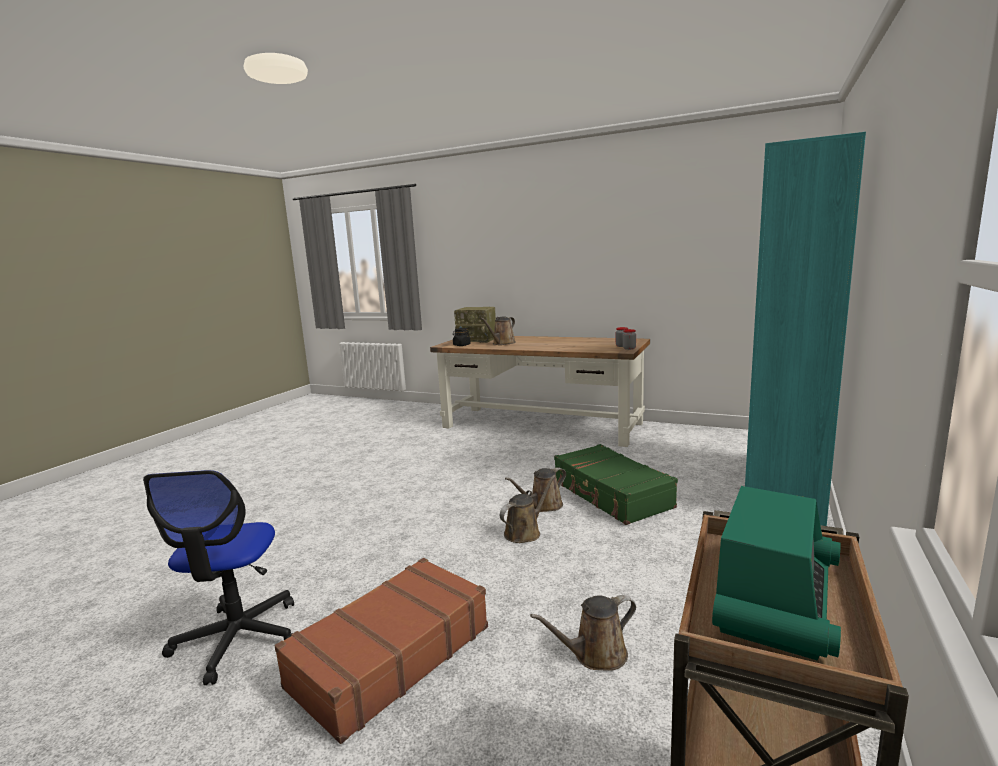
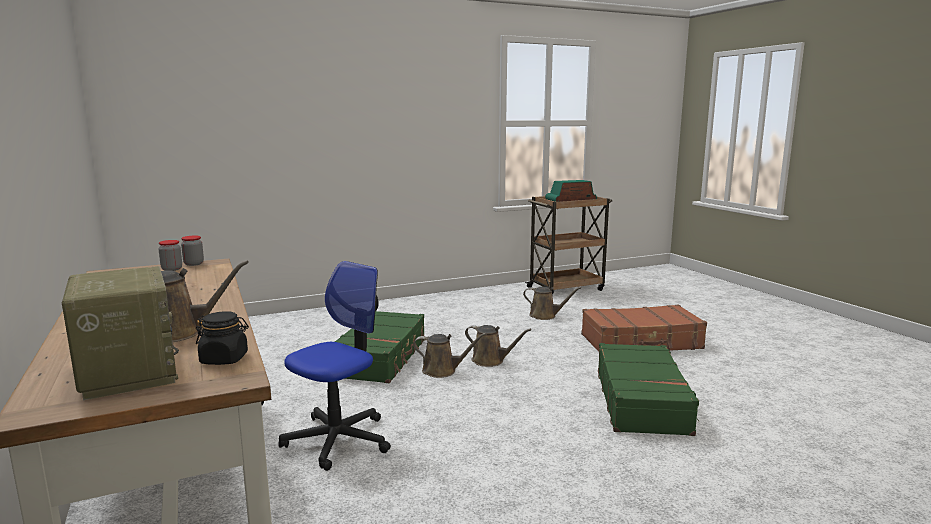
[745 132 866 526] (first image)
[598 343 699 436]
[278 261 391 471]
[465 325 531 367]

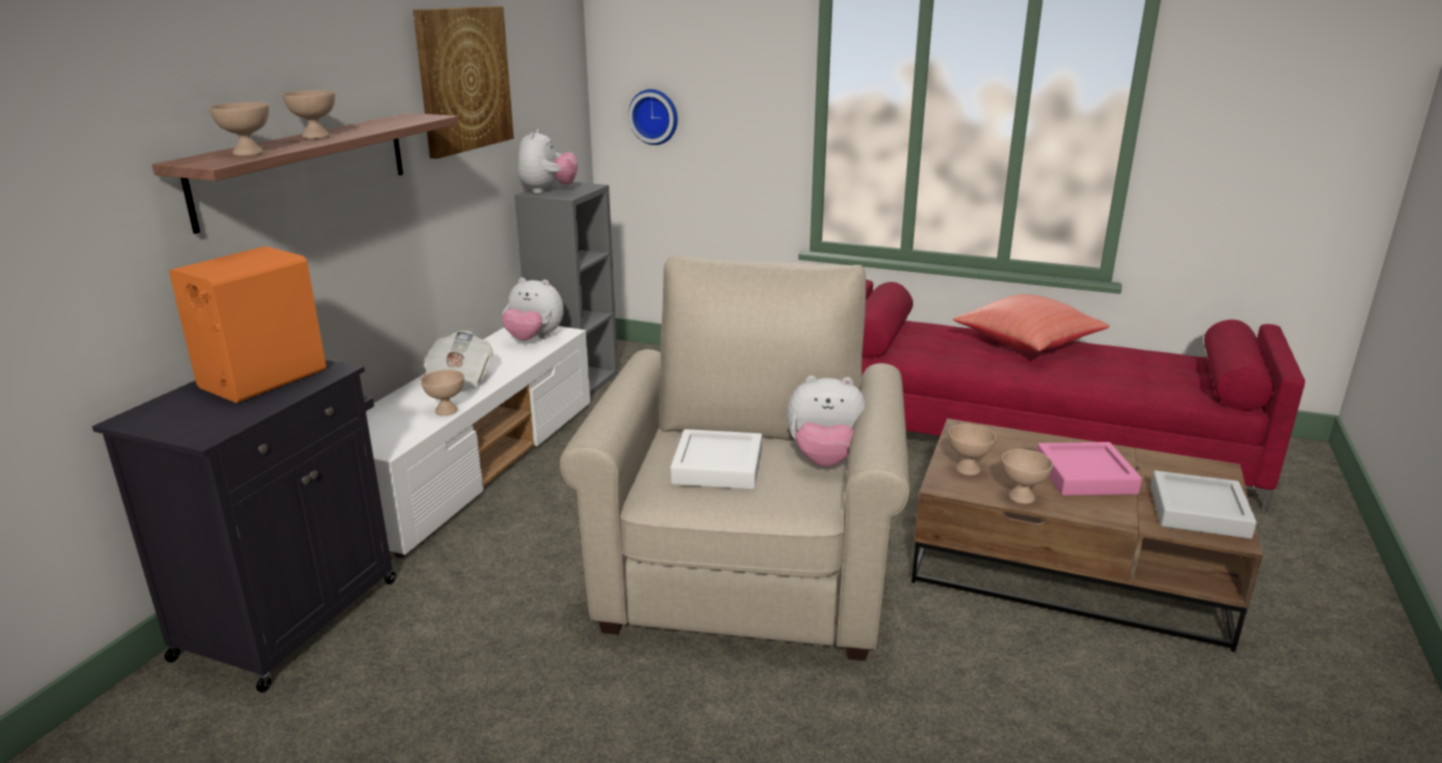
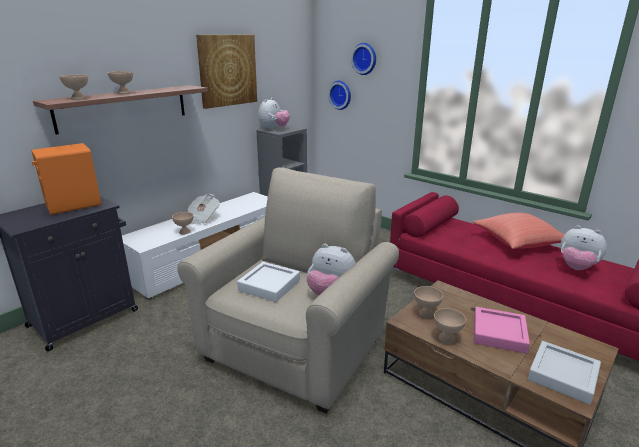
[351 43 376 75]
[560 225 607 270]

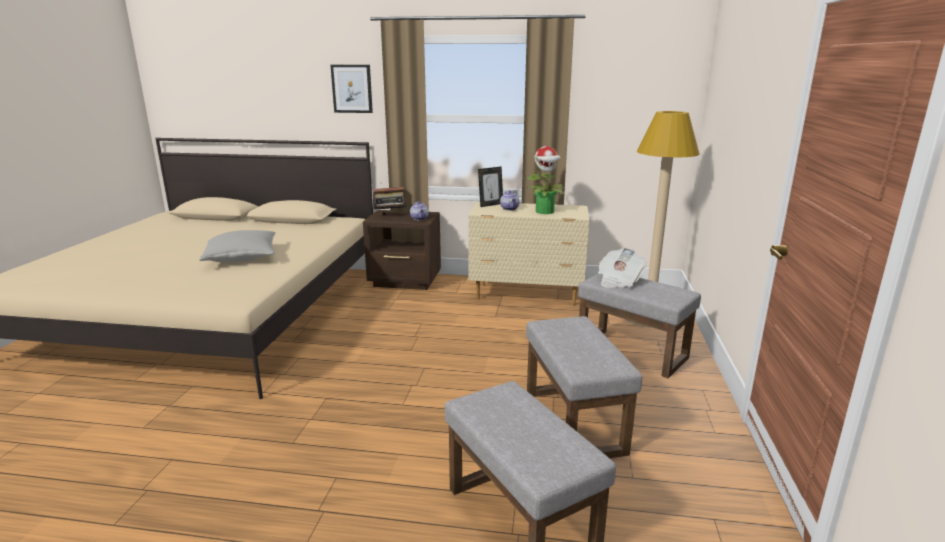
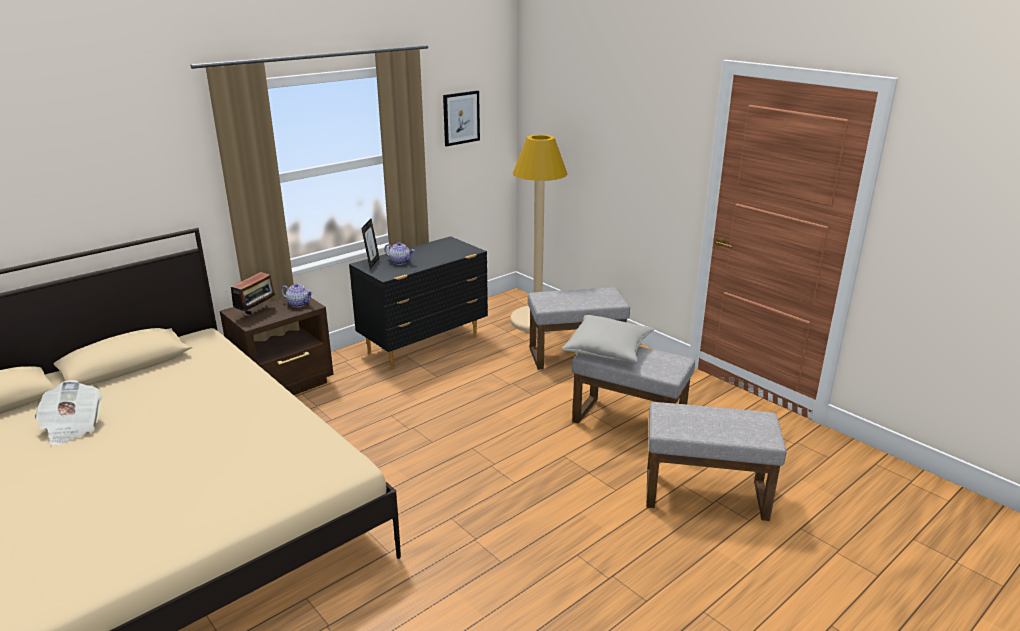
[527 146 565 214] (first image)
[561 315 654 362]
[443 90 480 146]
[35 380 102 446]
[349 236 488 369]

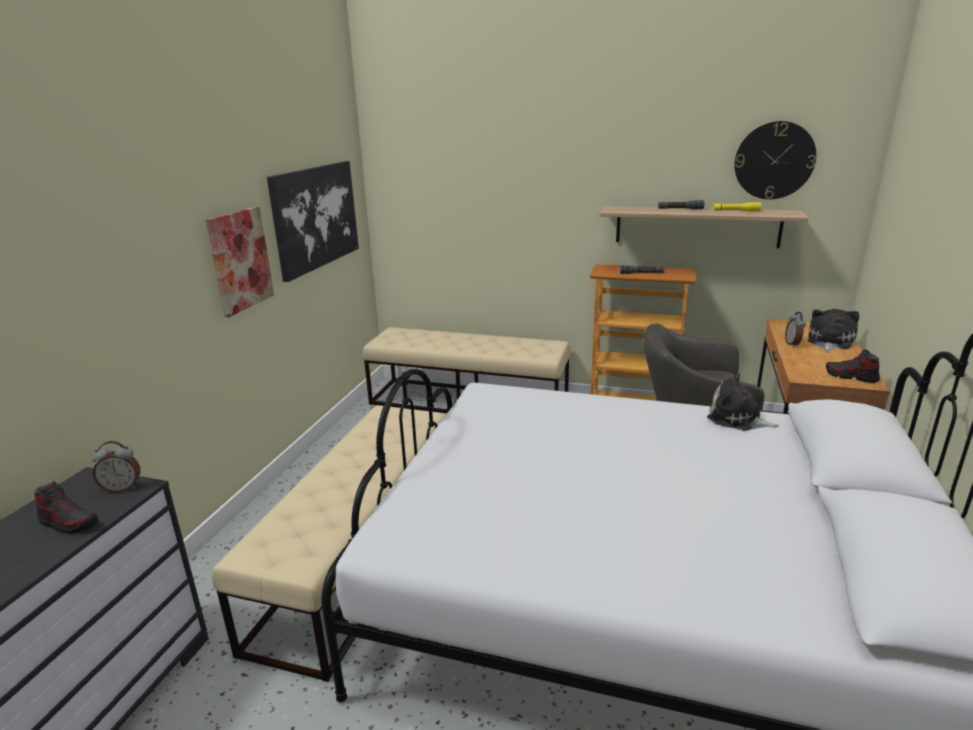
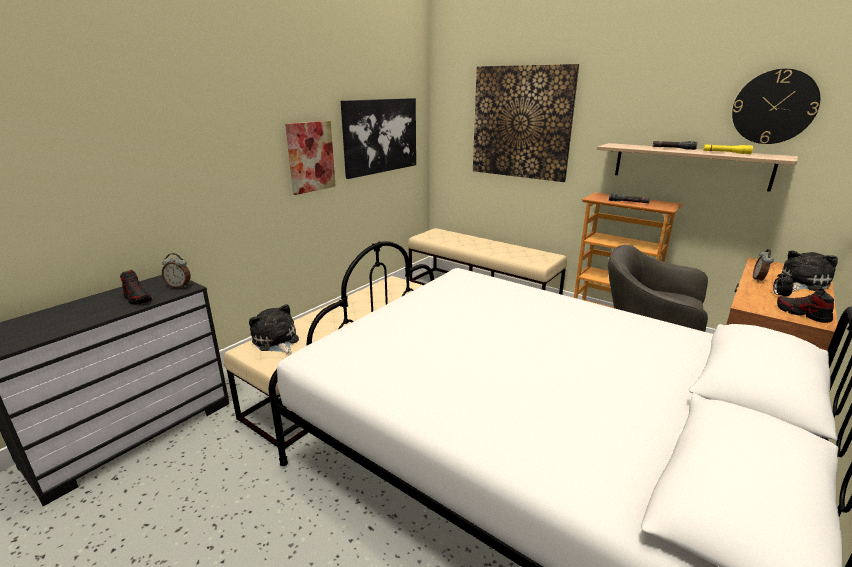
[473 64 579 182]
[773 271 793 297]
[249 304 299 354]

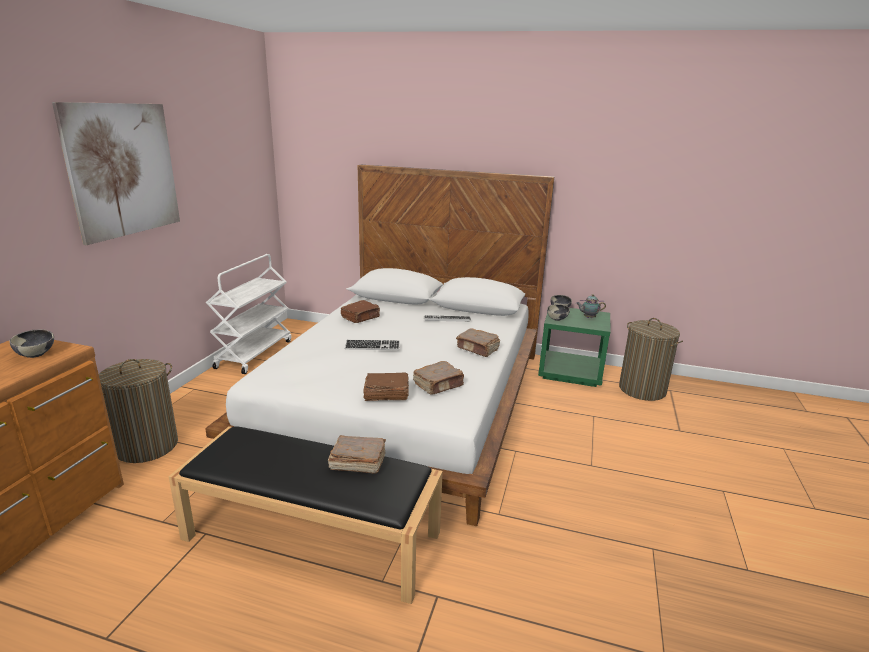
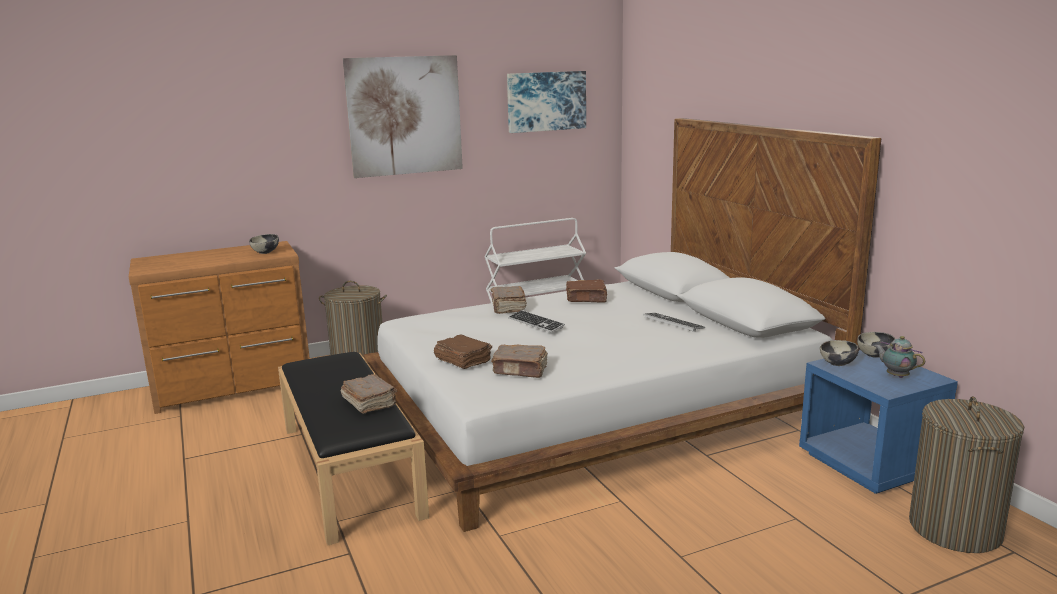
[507 71 586 133]
[491 286 527 314]
[799 350 958 494]

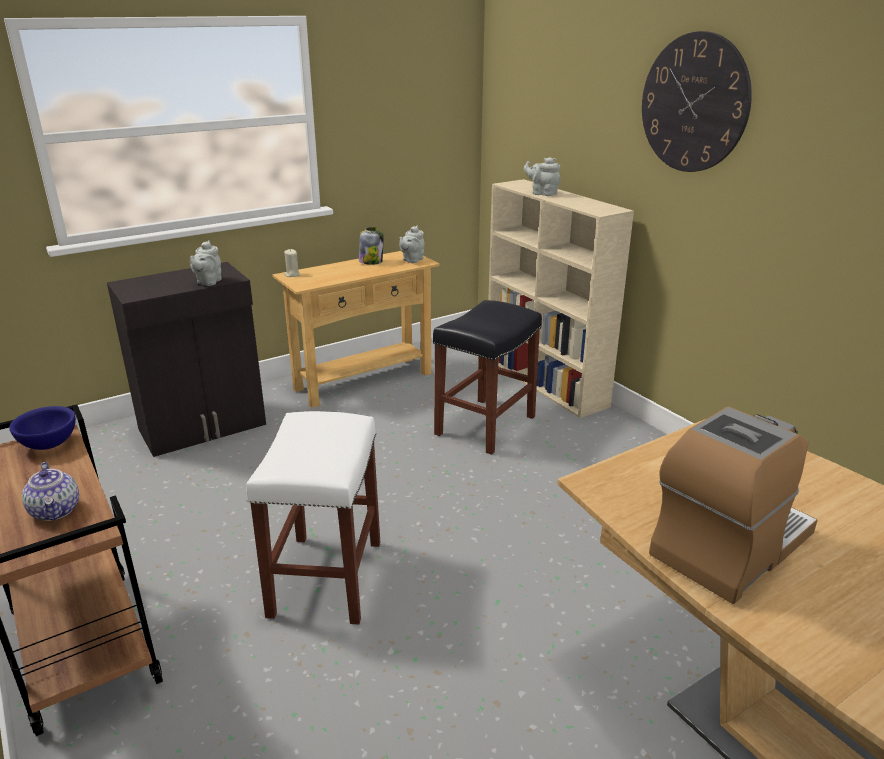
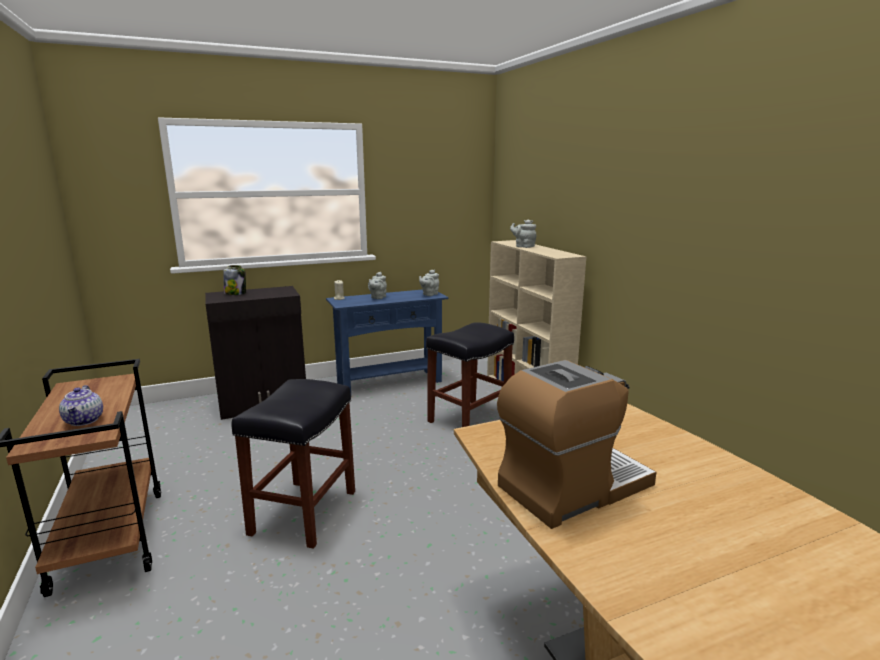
[9 406 76 450] (first image)
[642 31 752 172] (first image)
[368 272 387 299]
[223 265 246 295]
[232 379 355 549]
[326 289 448 392]

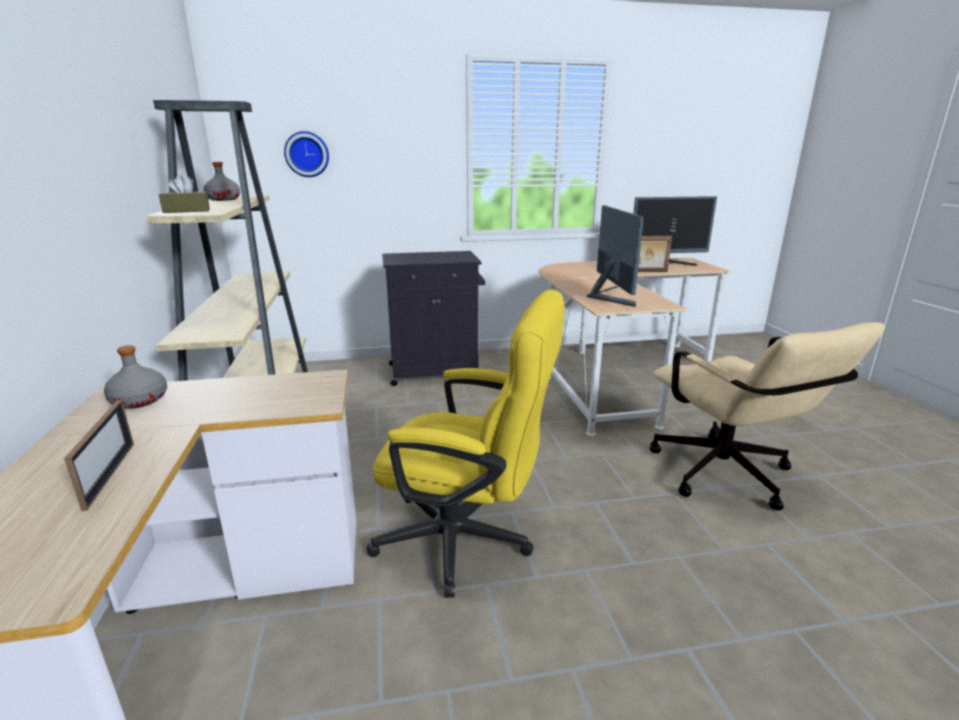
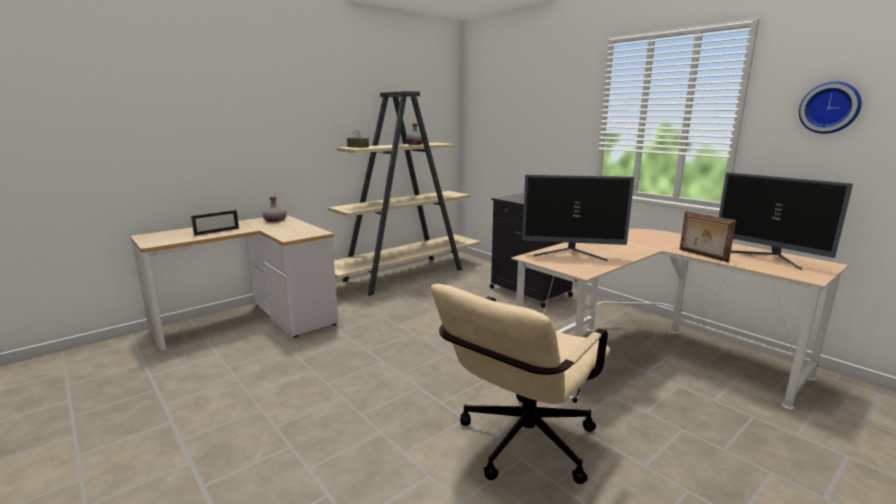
[367 290 565 598] (first image)
[799 81 862 134]
[522 175 634 261]

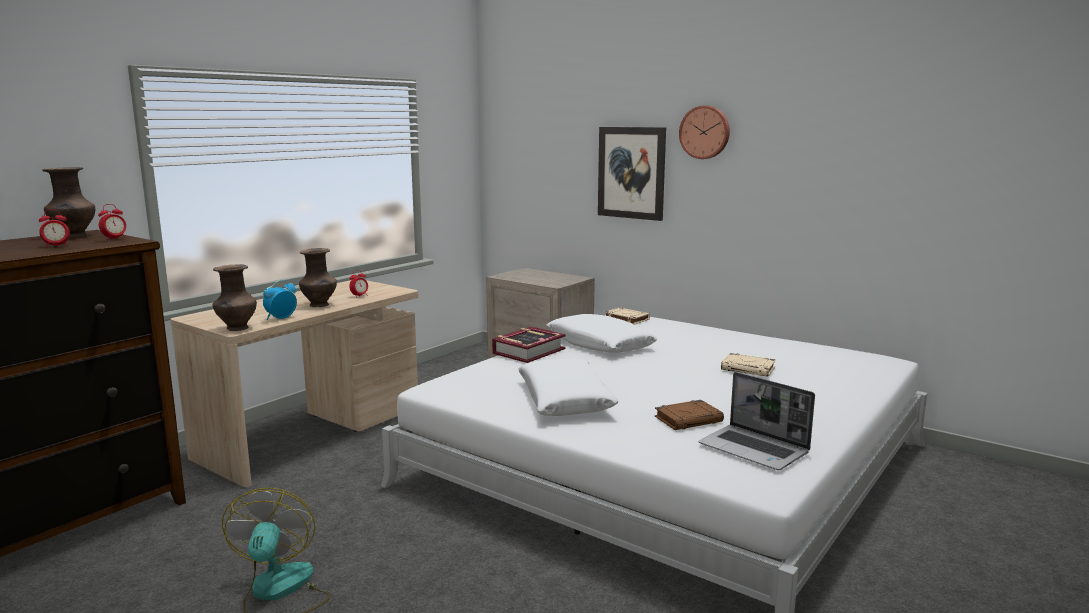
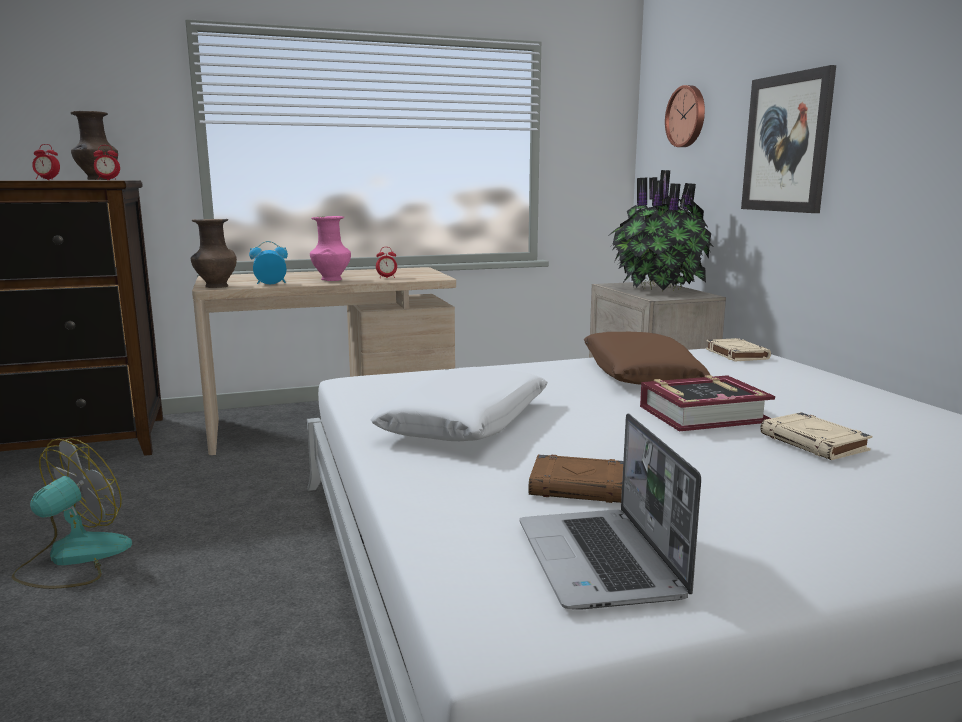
[608 170 714 291]
[640 375 775 431]
[665 85 705 147]
[310 216 351 281]
[584 332 710 385]

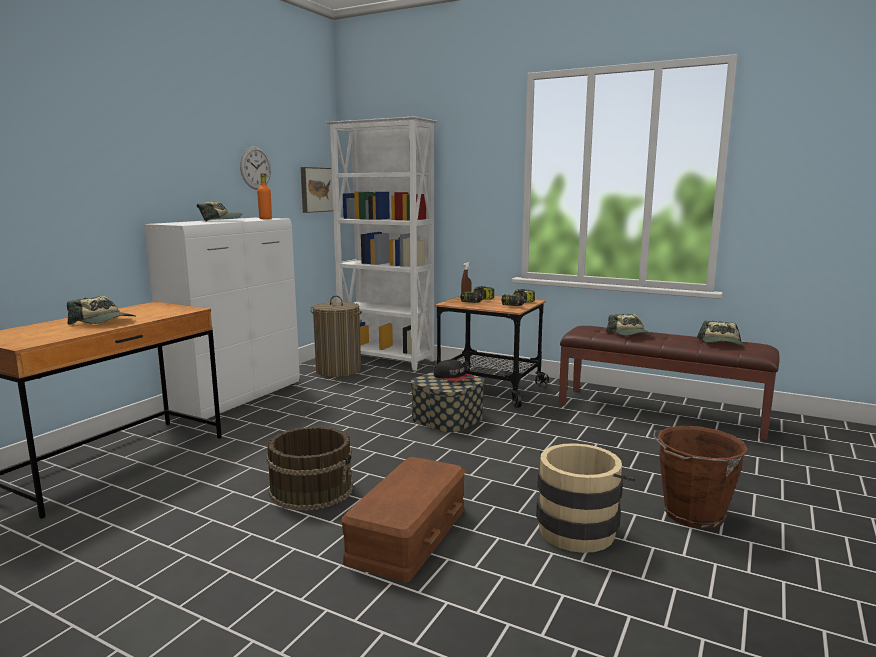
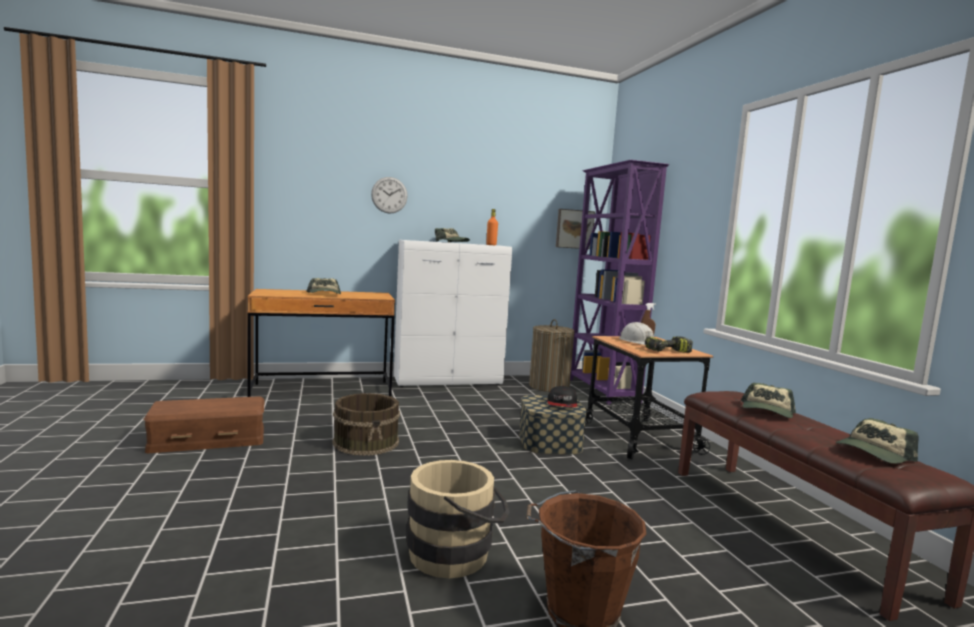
[371 177 408 213]
[144 396 265 453]
[619 322 654 345]
[570 160 669 405]

